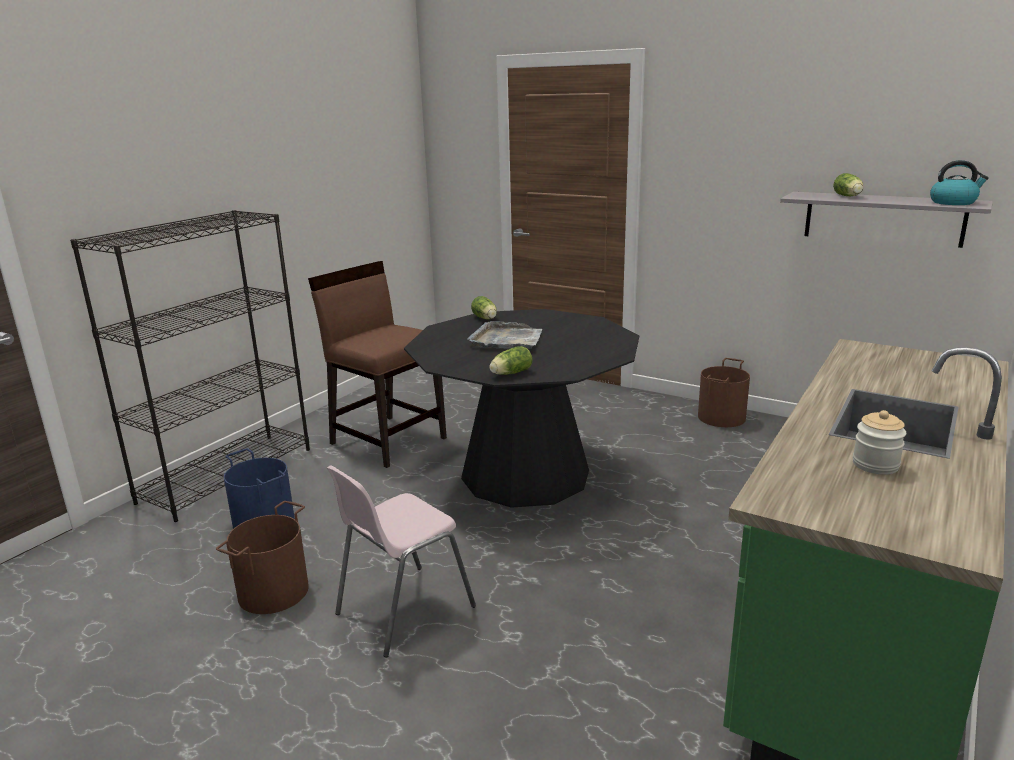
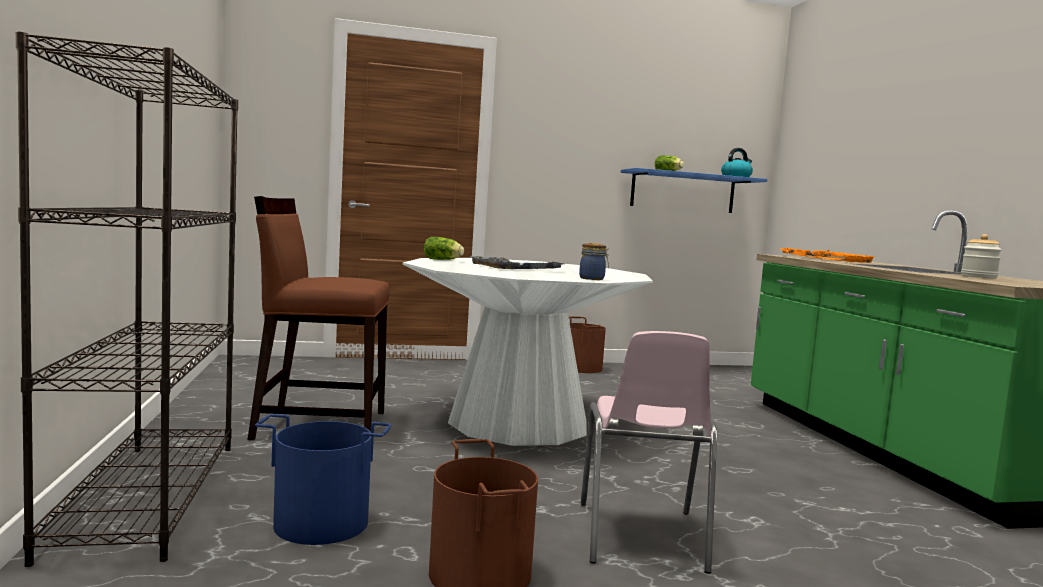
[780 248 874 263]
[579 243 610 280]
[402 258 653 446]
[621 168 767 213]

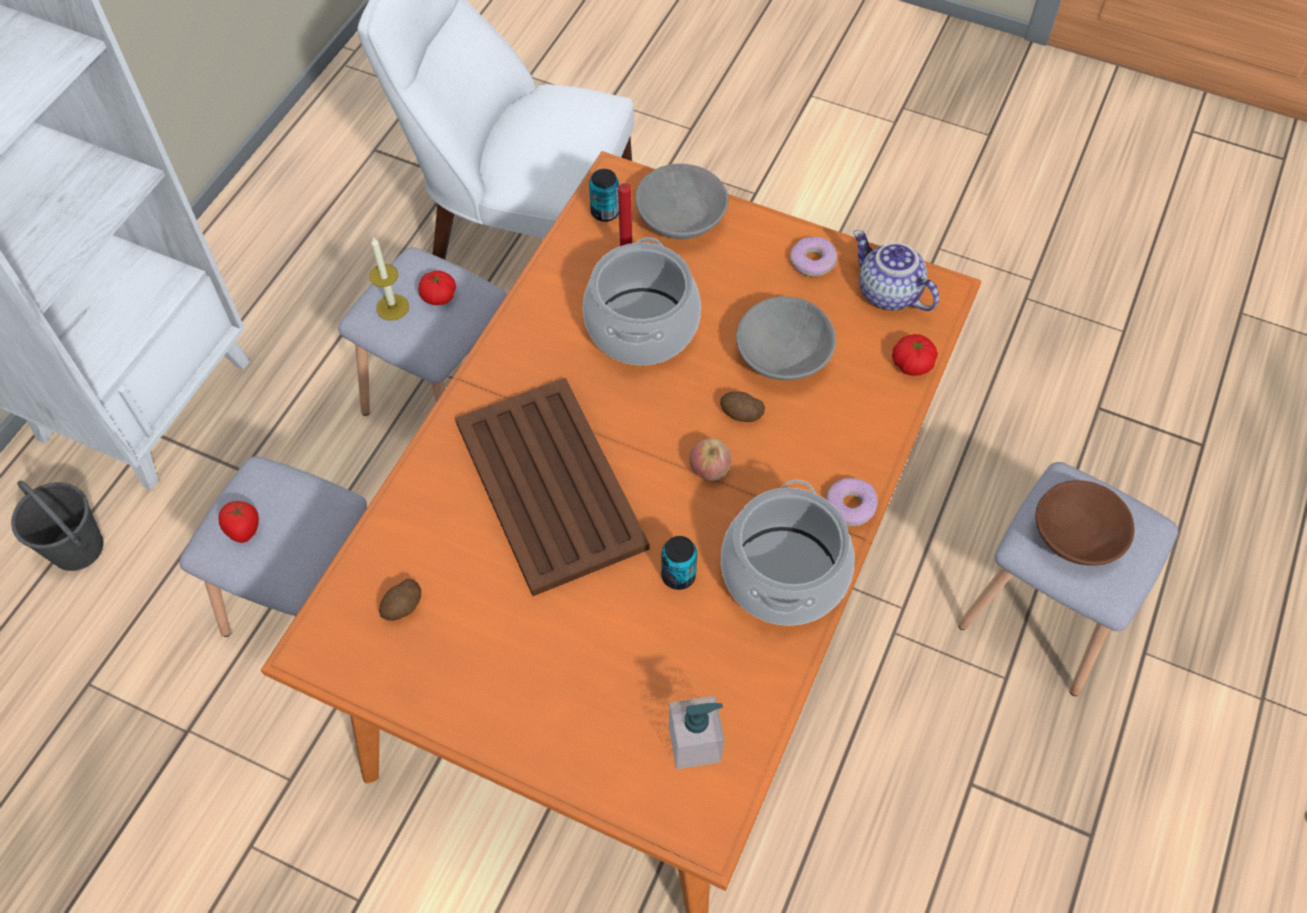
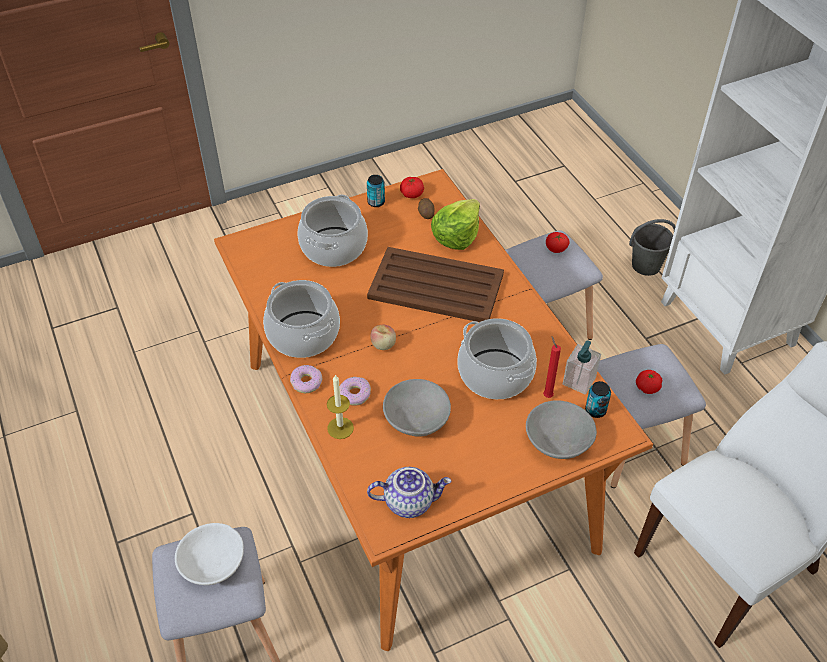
[720 392 765 422] (first image)
[297 194 368 267]
[431 199 480 250]
[327 374 354 439]
[367 175 385 207]
[563 340 601 395]
[339 377 371 405]
[400 177 424 198]
[175 523 244 585]

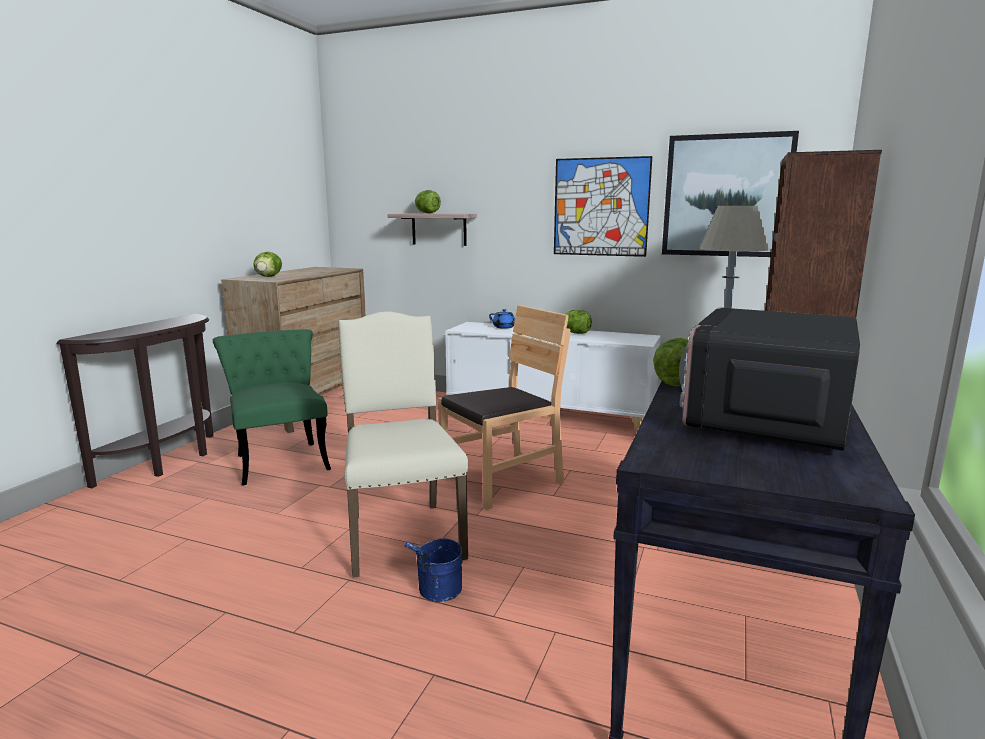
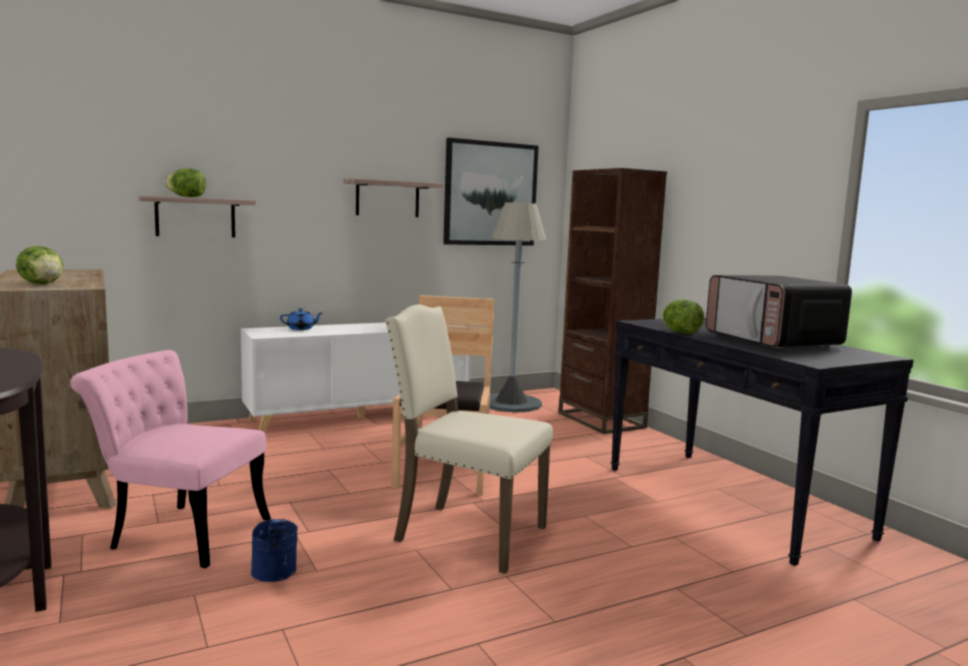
[566 310 592 334] (first image)
[251 519 298 582]
[343 178 444 217]
[71 350 271 568]

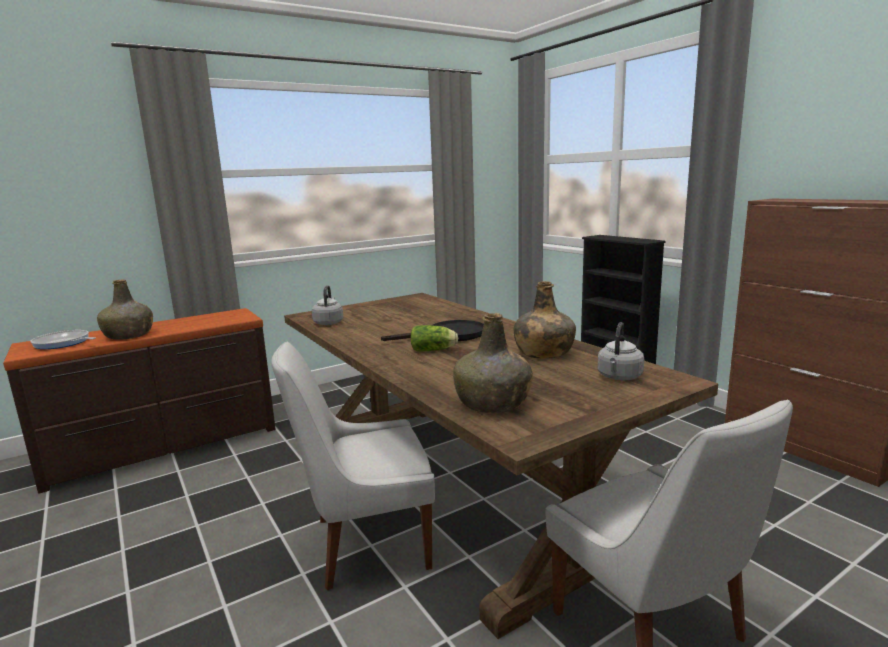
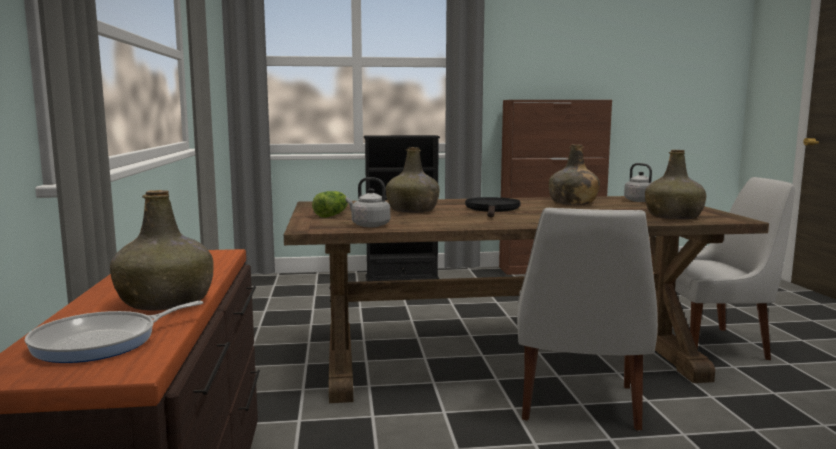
[386 147 440 213]
[312 191 348 218]

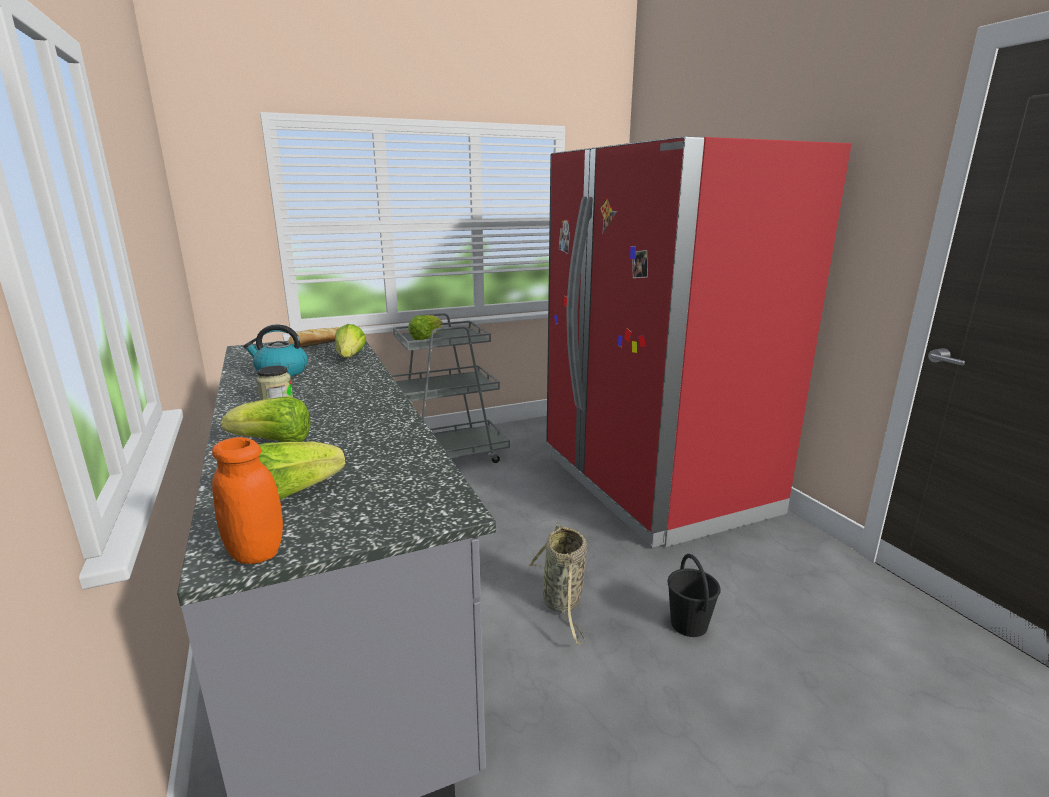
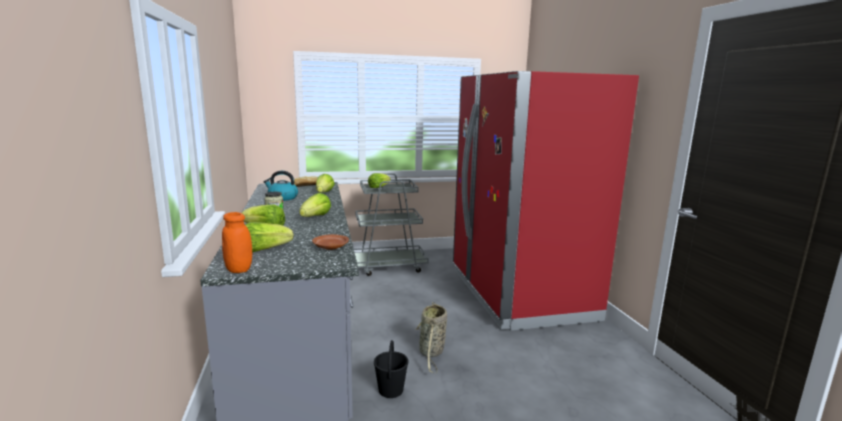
[299 193 331 217]
[312 234 349 250]
[374 340 409 398]

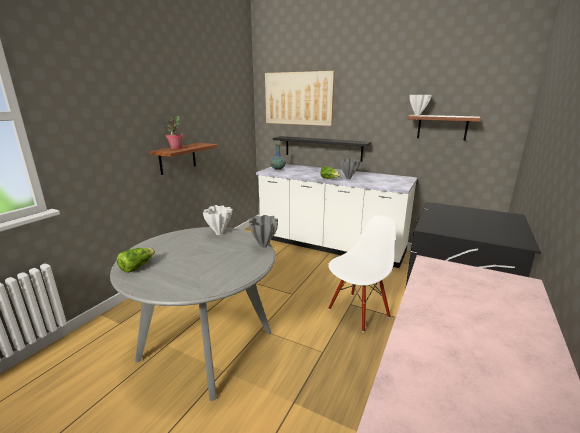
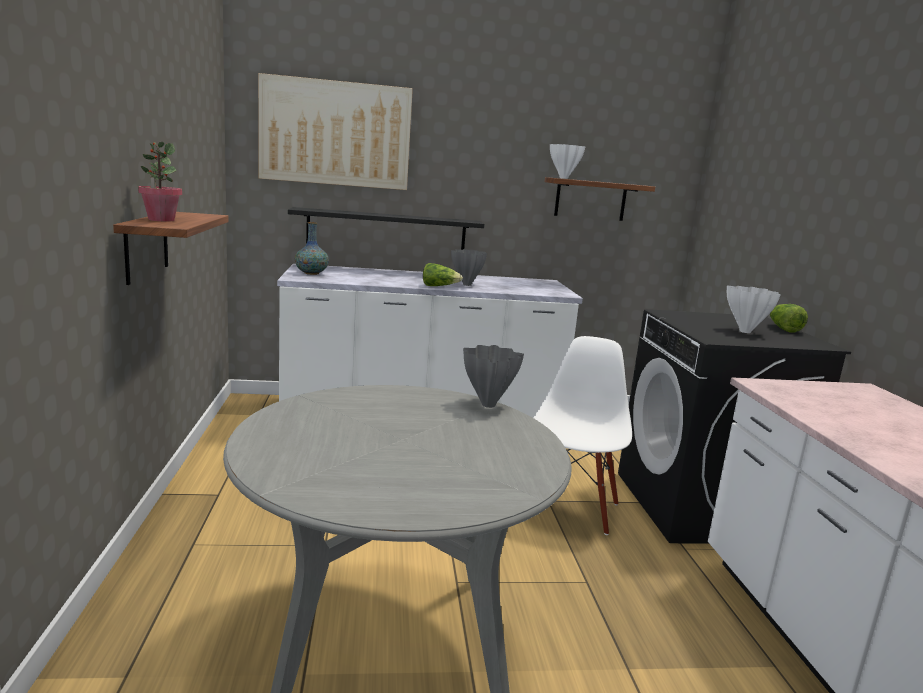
[770 304 808 333]
[727 286 781 333]

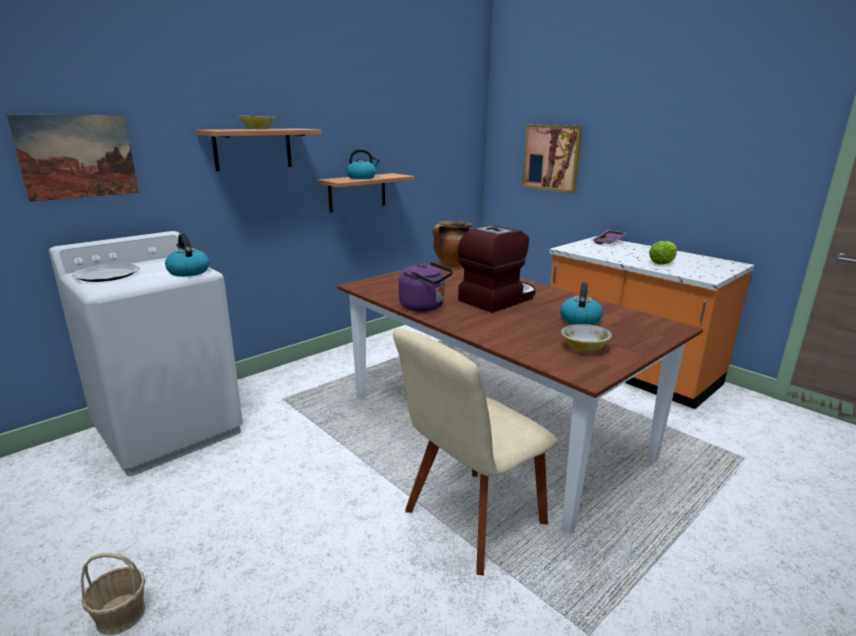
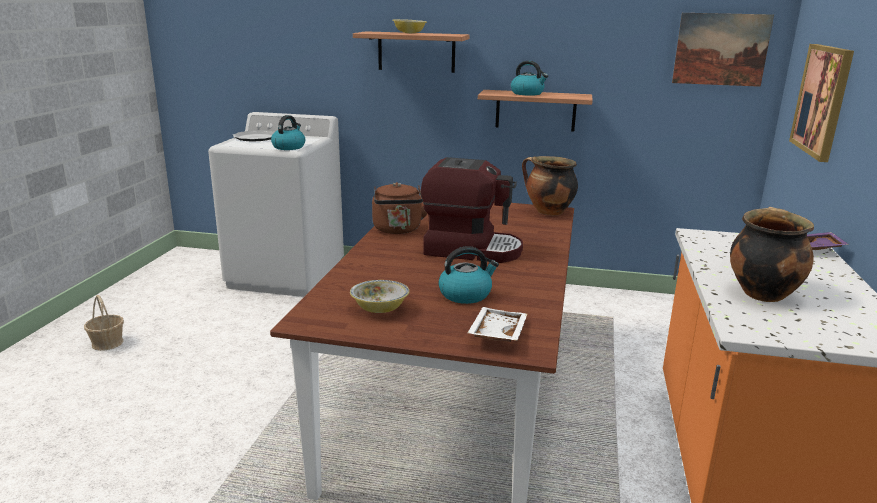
[393 328 559 576] (first image)
[467 307 527 342]
[672 13 774 87]
[730 207 814 302]
[372 182 428 234]

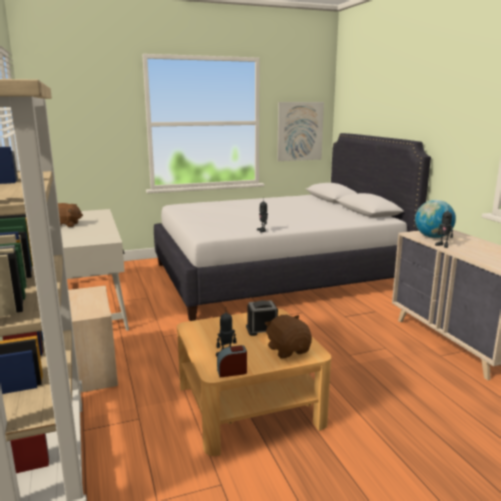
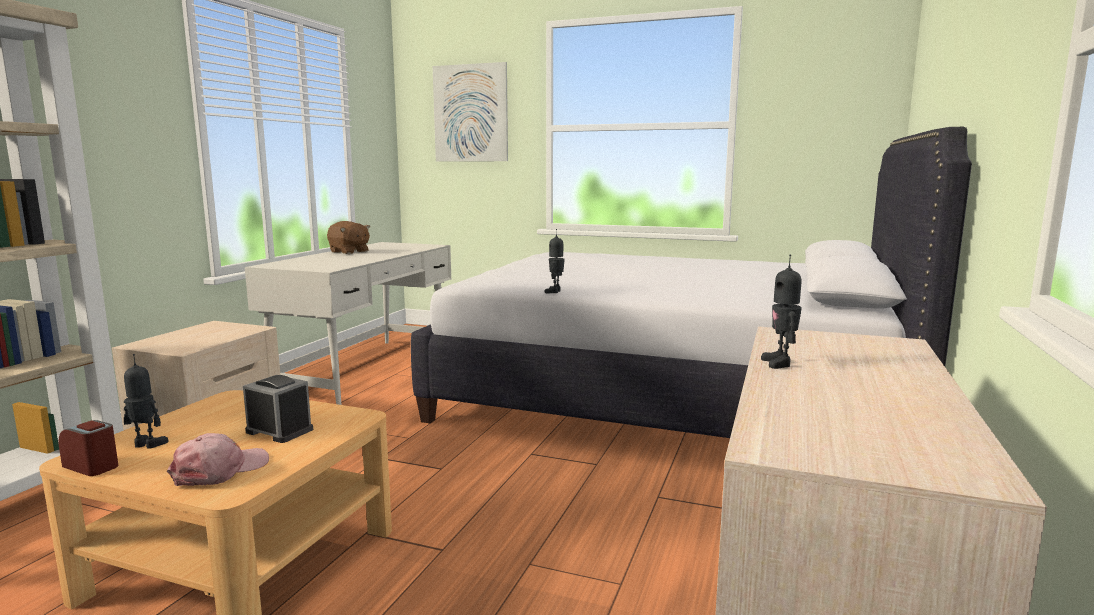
[415 200 456 238] (first image)
[433 62 508 161]
[167 433 269 486]

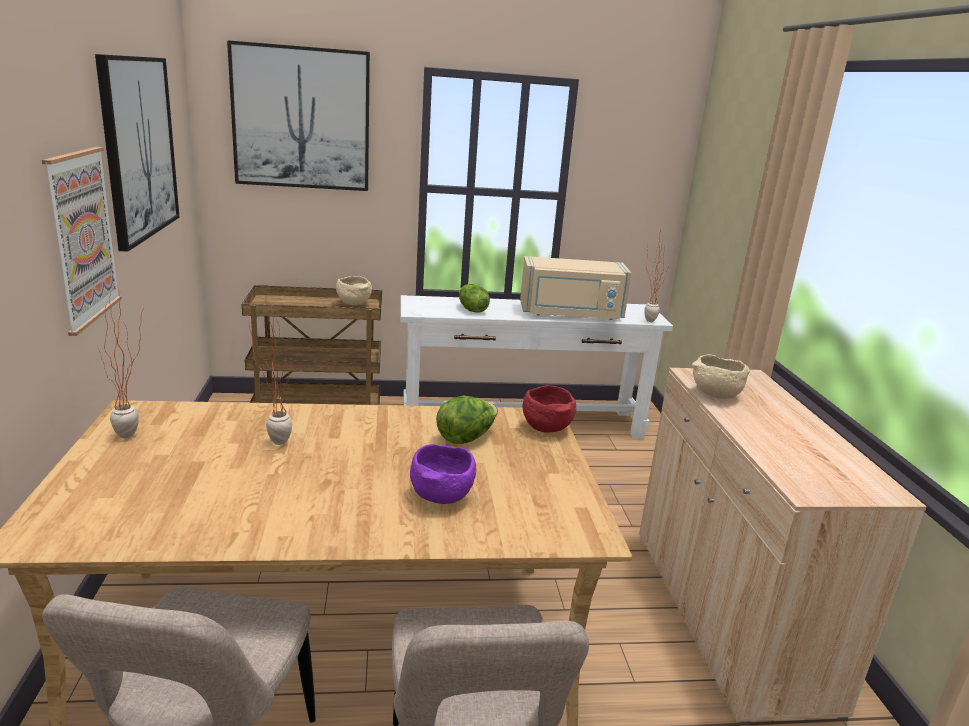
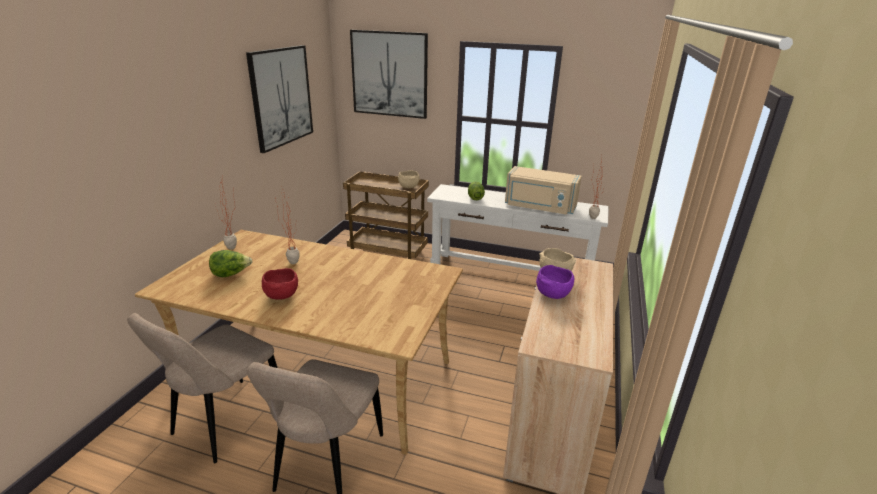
[42 147 122 336] (first image)
[536 265 574 299]
[209 250 253 277]
[262 268 298 300]

